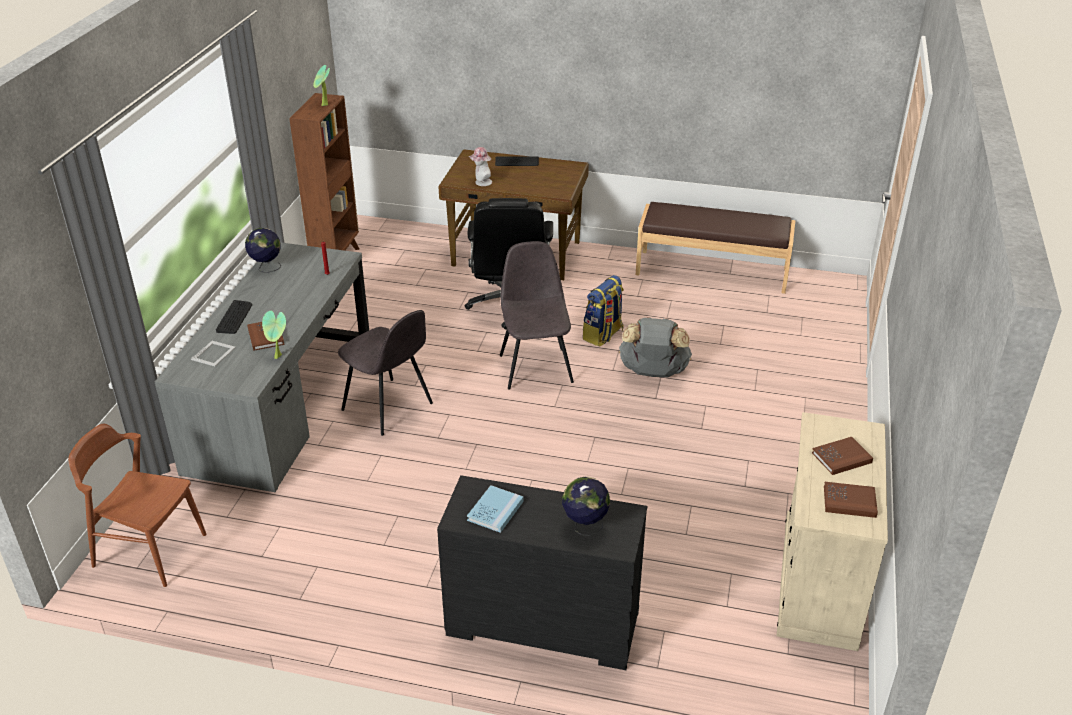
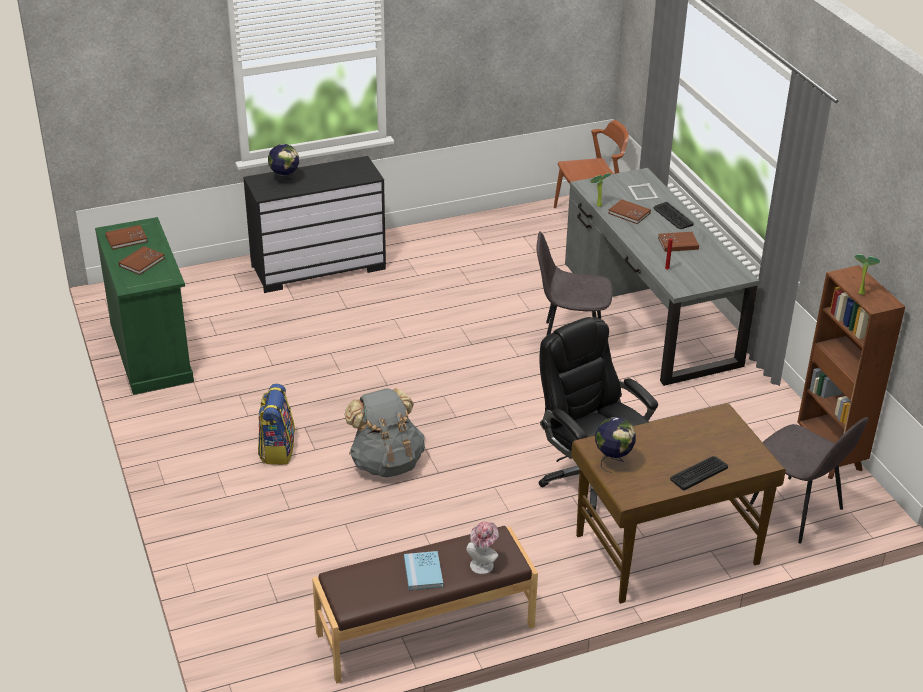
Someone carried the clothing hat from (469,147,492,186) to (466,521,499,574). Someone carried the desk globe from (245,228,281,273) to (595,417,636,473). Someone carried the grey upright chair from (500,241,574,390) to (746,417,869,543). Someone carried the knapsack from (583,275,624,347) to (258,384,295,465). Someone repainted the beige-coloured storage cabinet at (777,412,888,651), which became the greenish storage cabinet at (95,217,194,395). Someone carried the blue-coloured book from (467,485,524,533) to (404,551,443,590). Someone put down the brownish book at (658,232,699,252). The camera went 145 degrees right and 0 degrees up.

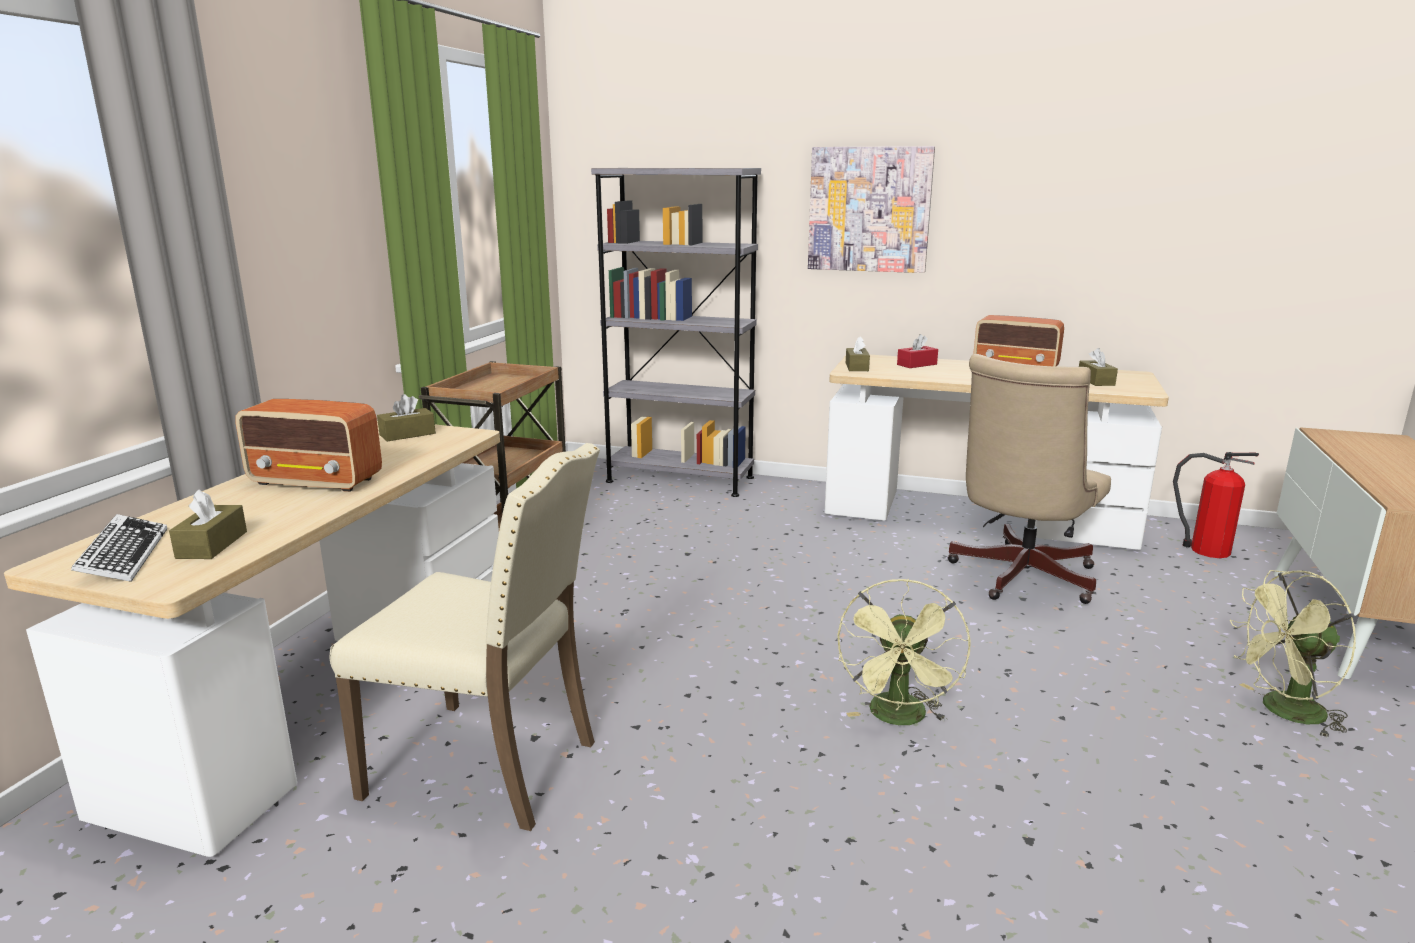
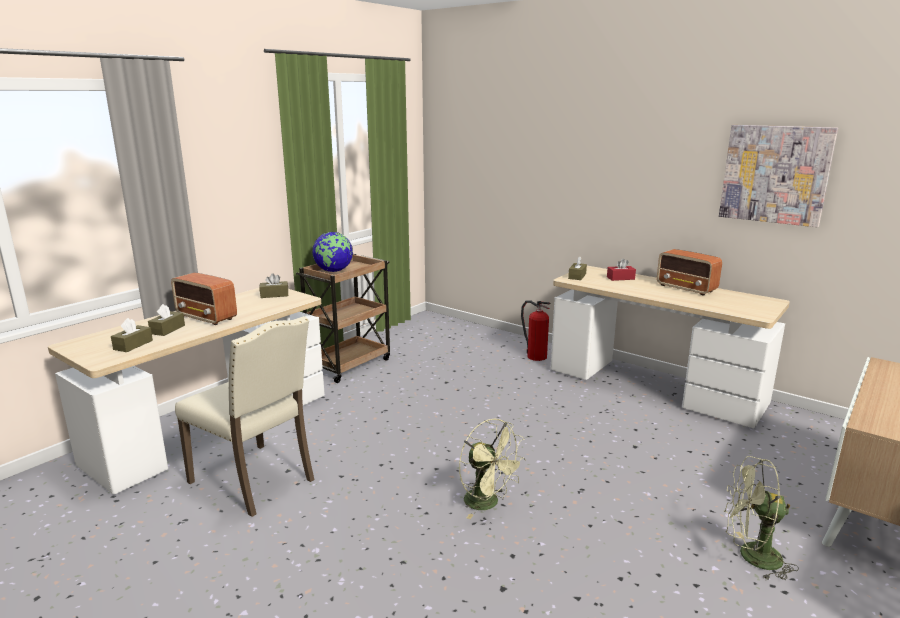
Someone carried the wall art from (808,146,935,273) to (719,125,838,227). Someone took away the grey shelving unit at (591,168,761,497). Someone carried the brownish tissue holder from (1079,348,1118,386) to (148,304,185,336). Someone took away the beige-coloured desk chair at (948,354,1111,604). Someone carried the fire extinguisher from (1173,452,1259,558) to (521,300,551,361). Someone took away the computer keyboard at (71,514,167,582). Someone rotated the greenish fan at (837,579,971,725) by 75 degrees counterclockwise. Someone put down the desk globe at (312,232,353,272). The camera went 20 degrees right and 0 degrees up.

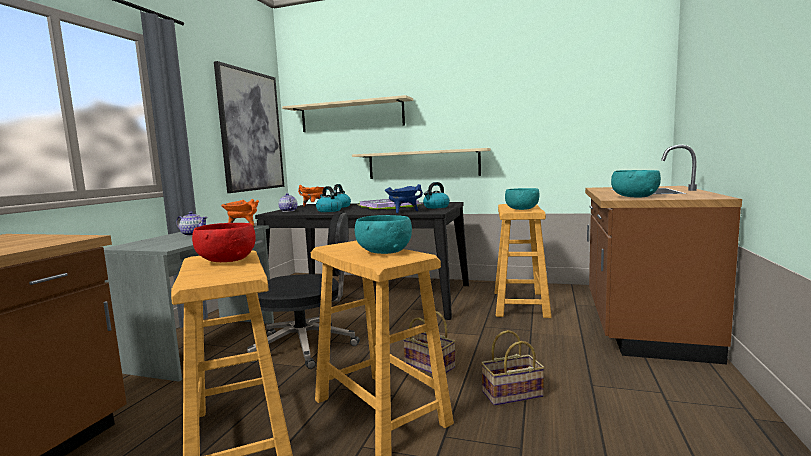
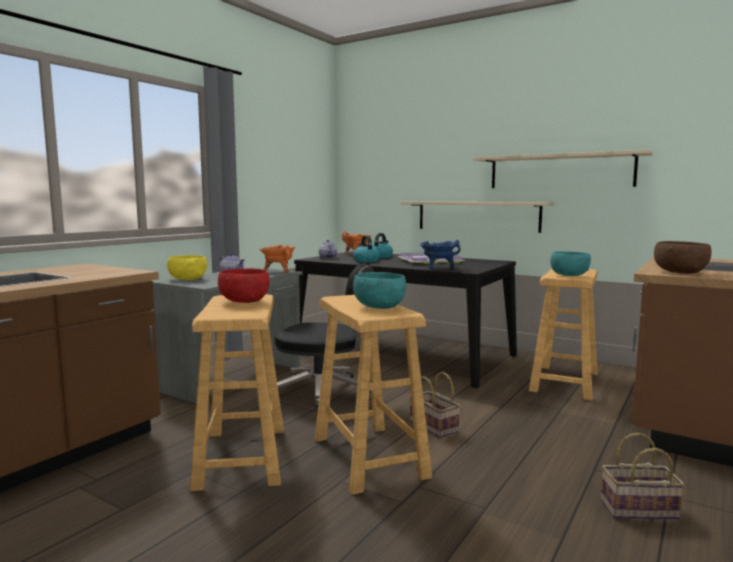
Someone took away the wall art at (214,61,284,193). Someone carried the beige-coloured wall shelf from (282,95,413,132) to (473,150,653,188). Someone repainted the turquoise-coloured bowl at (611,170,661,197), which became the brownish bowl at (654,241,711,274). Someone took away the water kettle at (423,182,450,208). Someone carried the storage basket from (481,330,545,406) to (601,433,685,520). Someone put down the yellow-coloured bowl at (167,255,207,280). The camera went 15 degrees right and 0 degrees up.

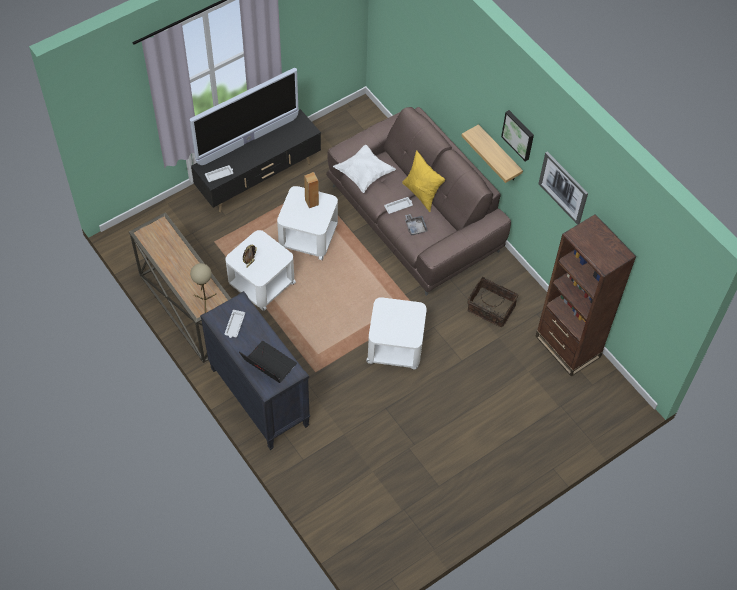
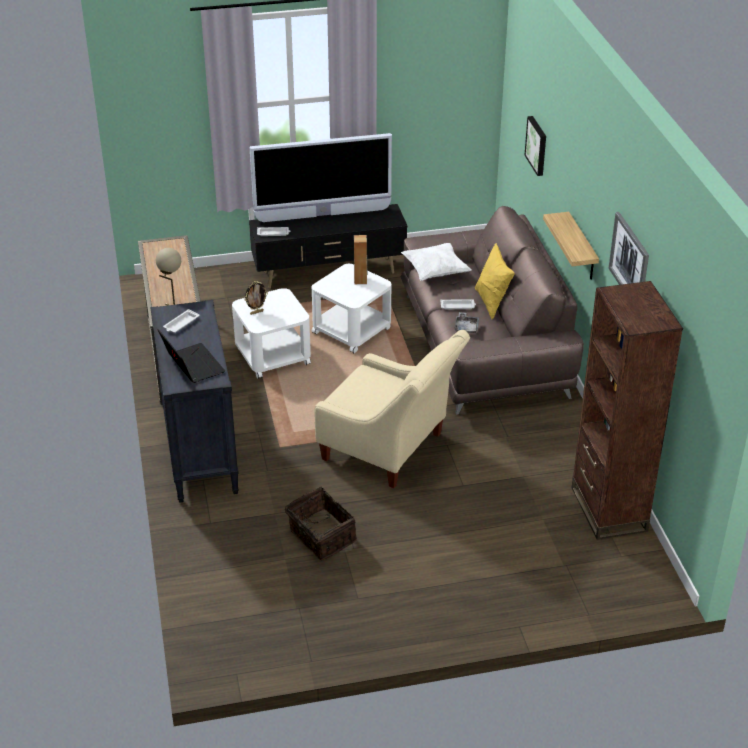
Someone carried the wall art from (501,110,534,161) to (524,116,546,176). Someone carried the storage basket from (468,276,518,327) to (285,487,357,560). Someone swapped the white-coloured accent table at (366,297,427,369) for the beige-coloured armchair at (314,330,470,488). The camera went 25 degrees right and 20 degrees down.

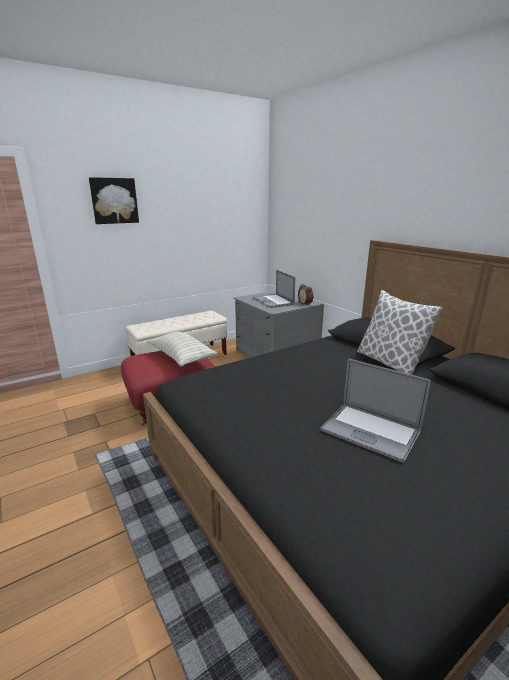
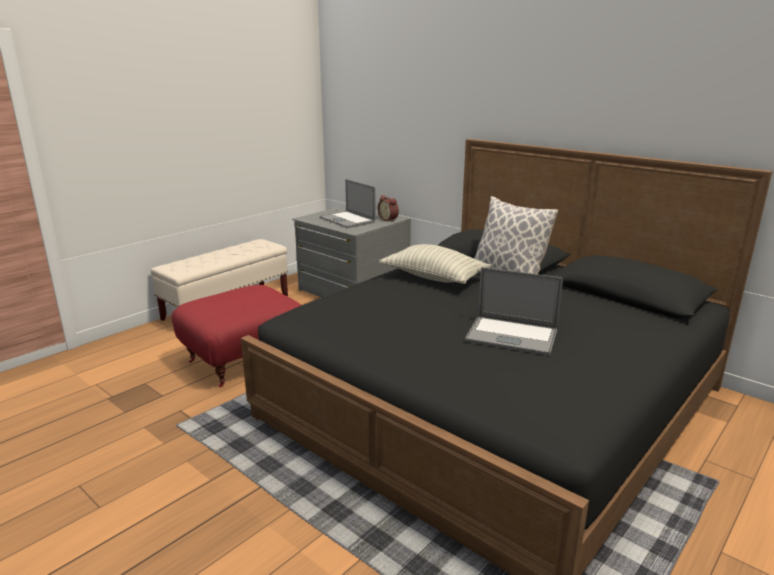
Someone took away the wall art at (89,177,139,224). Someone carried the pillow from (147,332,218,367) to (379,244,491,284). The camera went 15 degrees left and 0 degrees up.

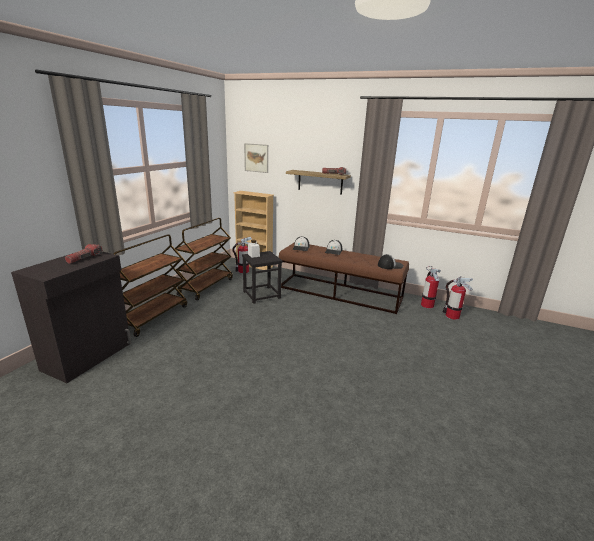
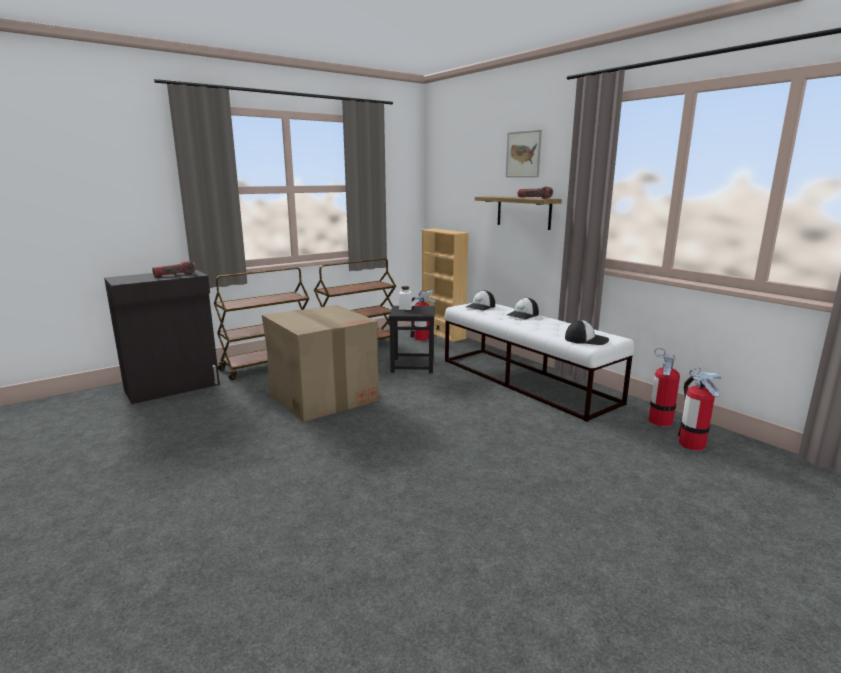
Someone carried the wall art from (244,143,268,173) to (506,130,542,177). Someone repainted the brownish long seat at (279,242,409,314), which became the white-coloured long seat at (445,303,634,422). Someone put down the packing box at (262,305,380,422). The camera went 30 degrees right and 5 degrees down.

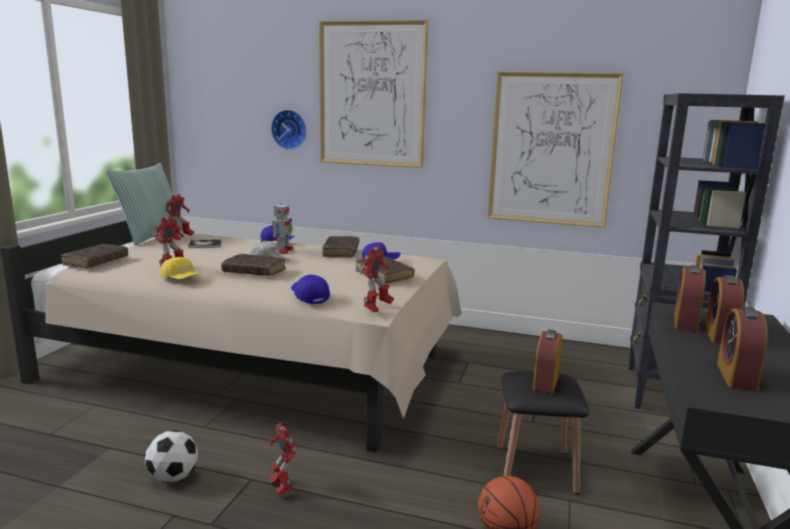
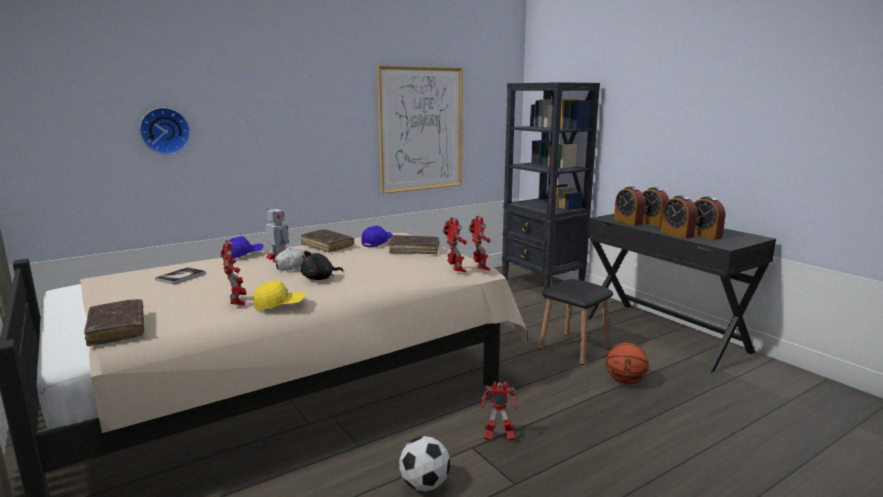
Someone took away the wall art at (319,20,428,168). Someone took away the pillow at (106,163,183,245). Someone carried the model robot from (165,194,194,240) to (443,217,467,273). Someone swapped the brownish book at (221,254,286,276) for the black-coloured plush toy at (301,251,343,280). Someone took away the blue-coloured peaked cap at (291,274,330,304). Someone carried the alarm clock from (533,329,563,394) to (660,195,697,239). The camera went 50 degrees left and 0 degrees up.

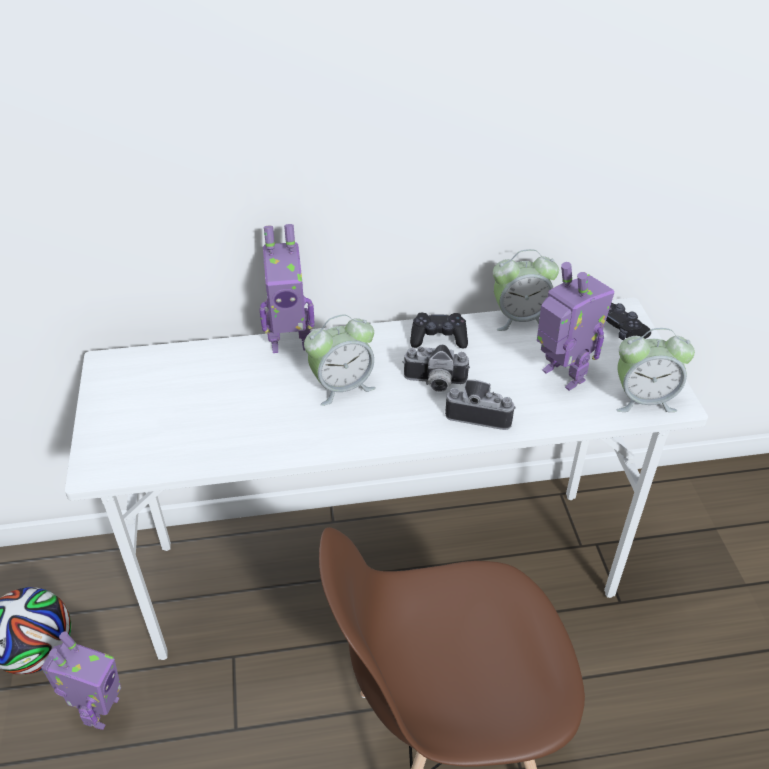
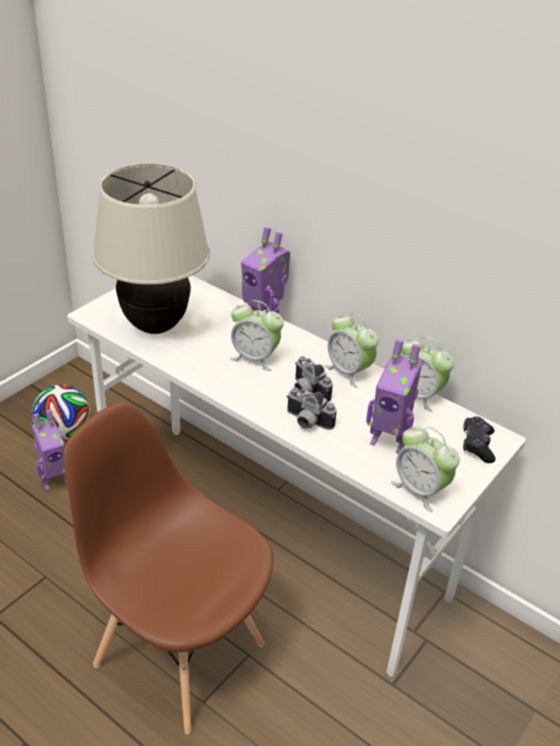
Someone rotated the model robot at (537,262,614,391) by 105 degrees clockwise. Someone swapped the black-coloured game controller at (410,313,468,348) for the alarm clock at (325,313,379,388). Someone rotated the photo camera at (445,380,516,430) by 150 degrees clockwise. Someone put down the beige-coloured tabletop lamp at (92,164,210,334). The camera went 45 degrees right and 5 degrees down.

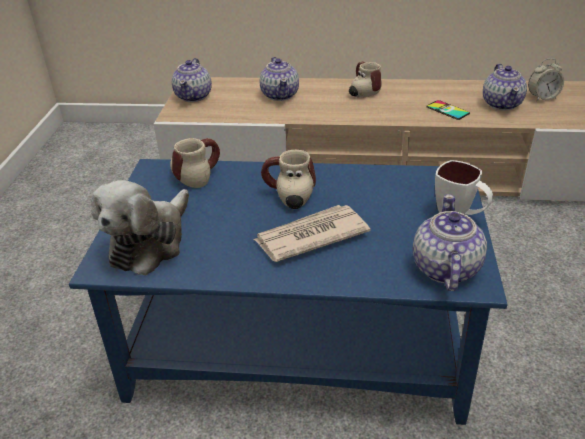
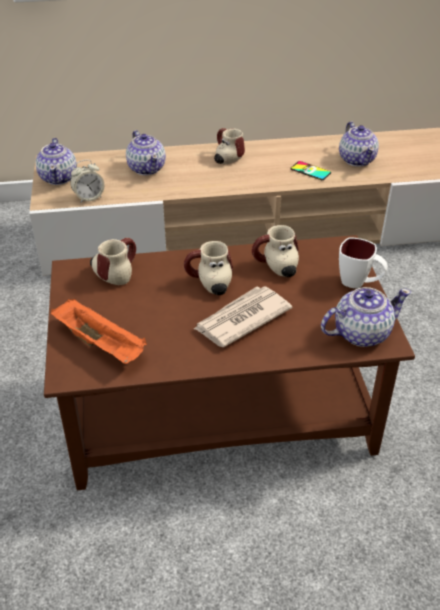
Someone carried the alarm clock from (528,58,564,102) to (70,160,104,203). Someone repainted the blue-coloured low table at (69,159,508,425), which became the brownish low table at (44,235,415,490). Someone swapped the plush toy at (91,180,189,275) for the orange serving tray at (51,298,147,364). Someone rotated the tea pot at (413,194,487,291) by 75 degrees clockwise. Someone put down the mug at (252,225,299,277). The camera went 15 degrees left and 5 degrees up.

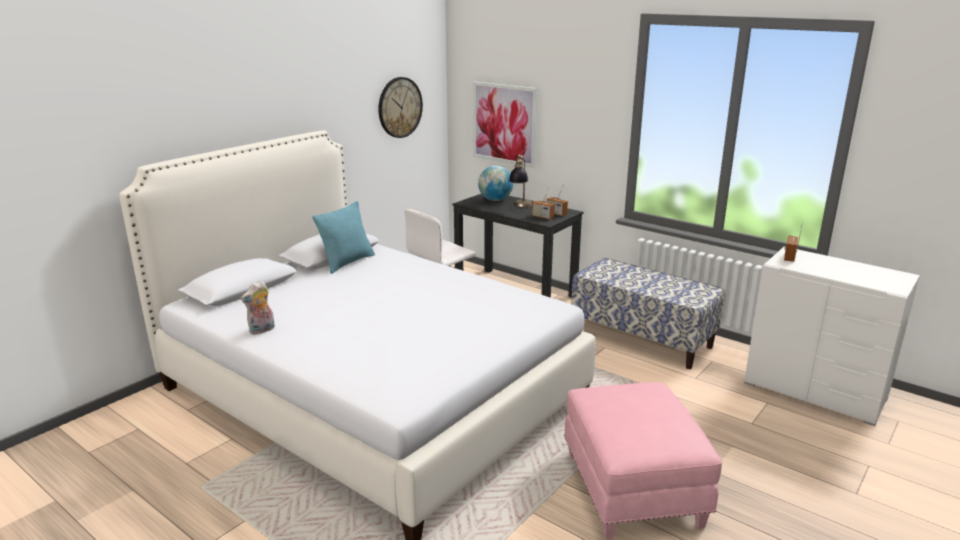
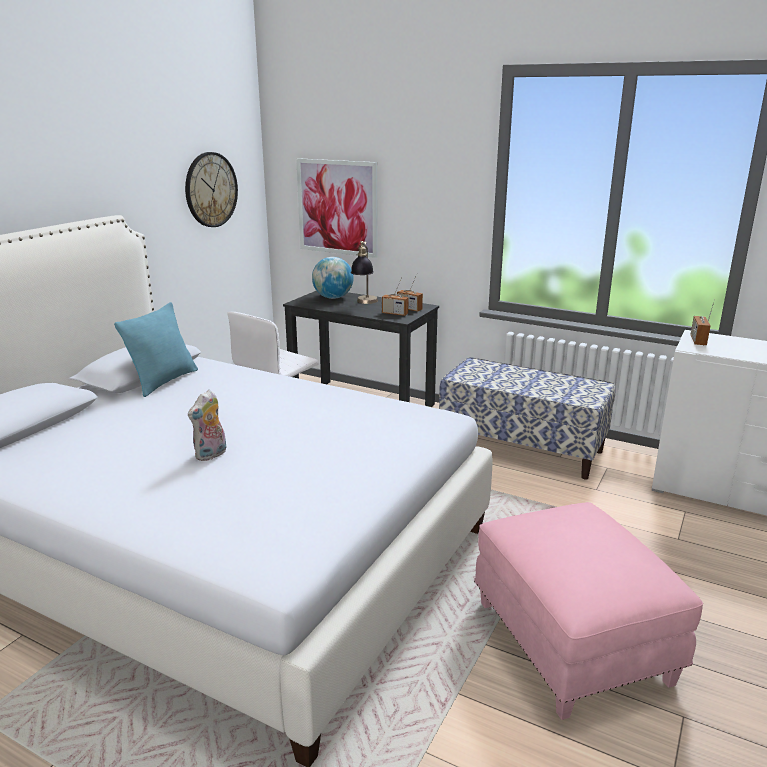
Someone carried the plush toy from (241,281,275,335) to (188,390,226,461). The camera went 10 degrees left and 0 degrees up.

